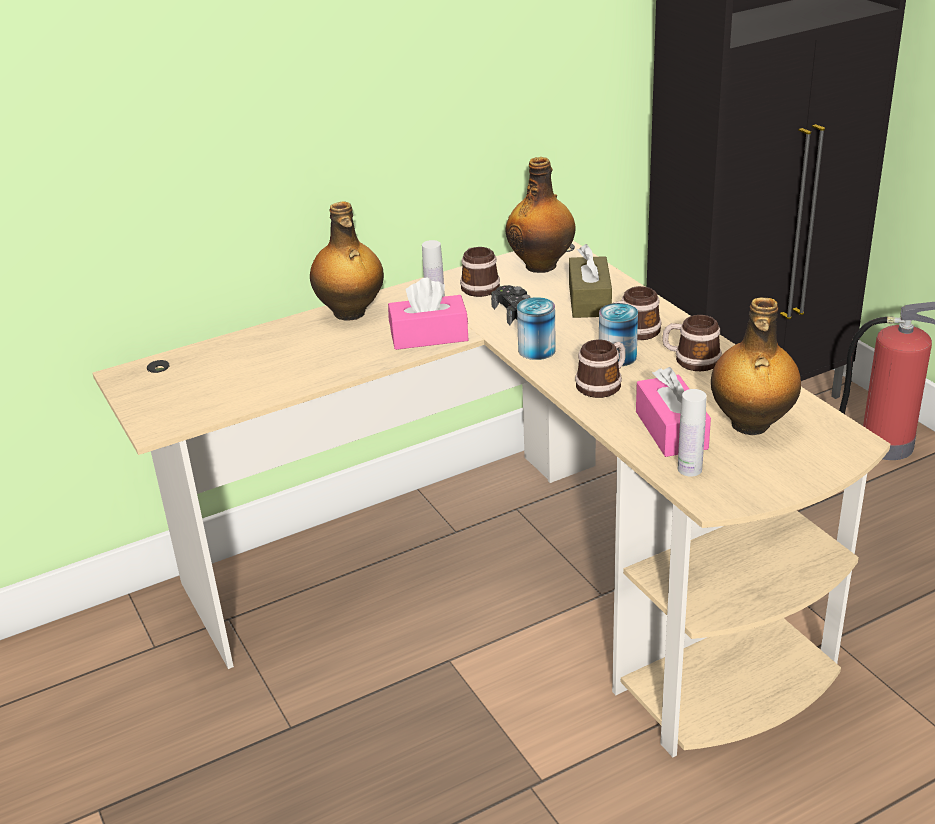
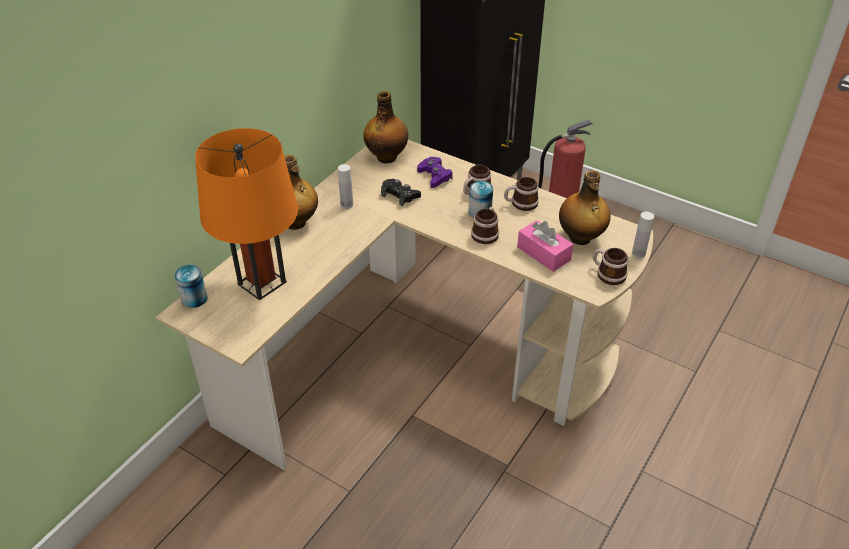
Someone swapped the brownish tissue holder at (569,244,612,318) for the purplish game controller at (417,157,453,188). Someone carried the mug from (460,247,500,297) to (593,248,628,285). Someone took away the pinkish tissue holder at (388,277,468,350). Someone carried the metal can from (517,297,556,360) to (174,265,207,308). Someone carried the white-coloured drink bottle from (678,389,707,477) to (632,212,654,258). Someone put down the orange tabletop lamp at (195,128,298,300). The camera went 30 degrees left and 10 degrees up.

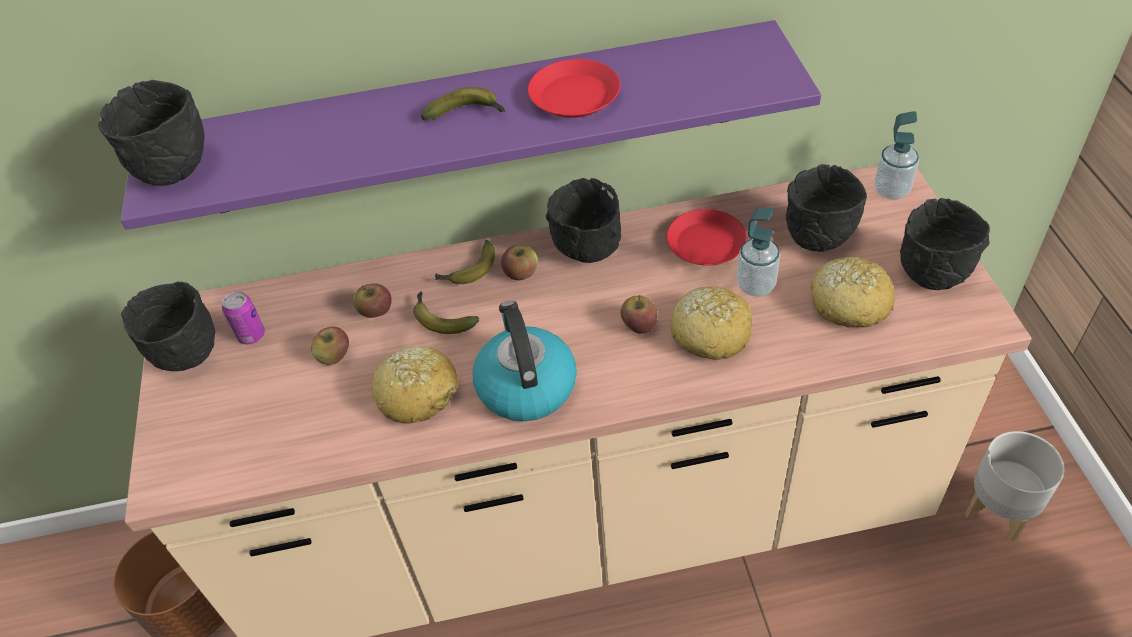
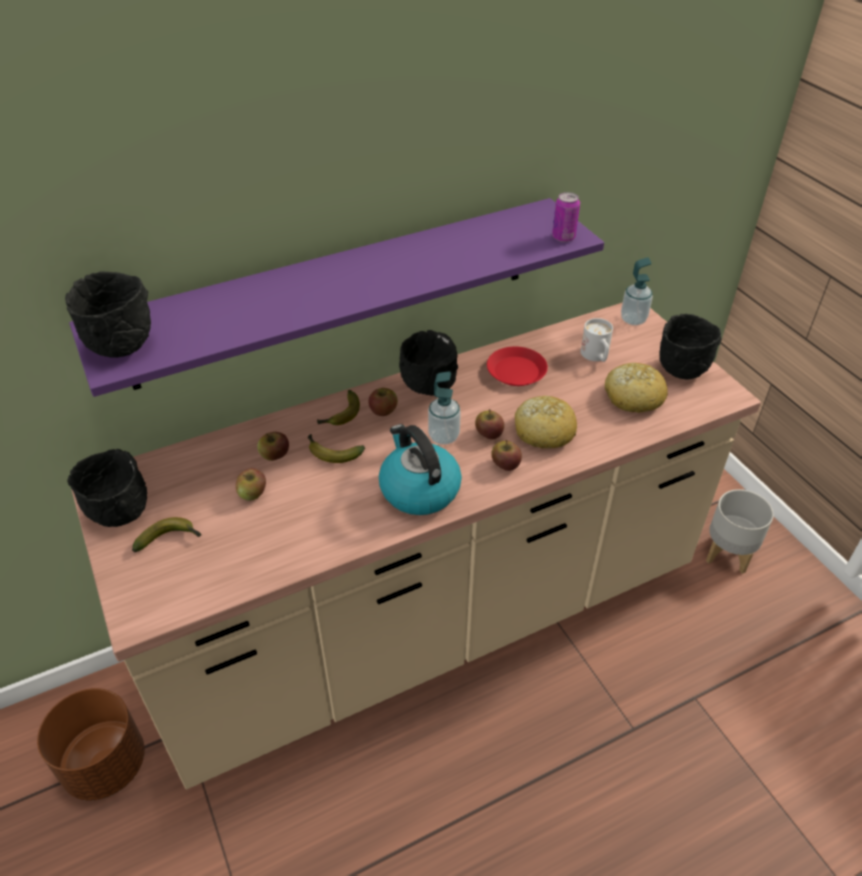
Someone took away the red plate at (528,59,620,118). Someone carried the banana from (421,87,505,120) to (132,517,202,552). Someone swapped the black-coloured bowl at (786,164,867,252) for the white-coloured mug at (581,318,613,362). Someone carried the liquid soap bottle from (737,208,780,297) to (428,371,461,445). Someone carried the metal can from (222,291,265,344) to (552,192,580,242). Someone took away the bread at (371,346,458,424). Someone put down the apple fruit at (491,440,522,471). The camera went 20 degrees left and 5 degrees down.

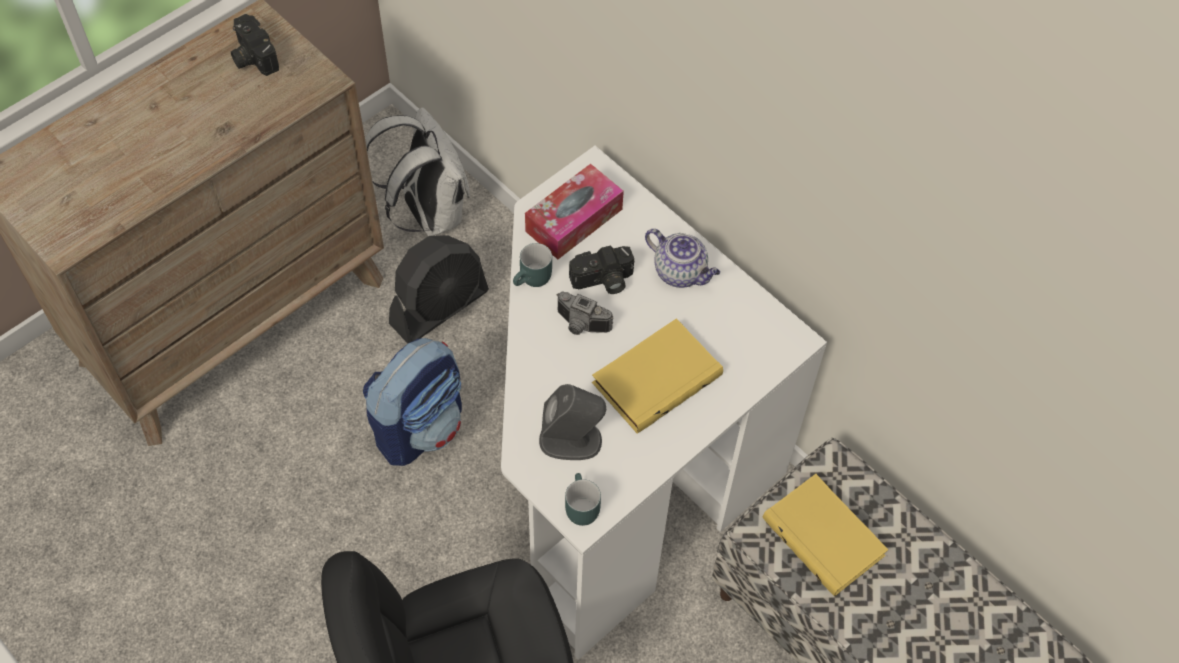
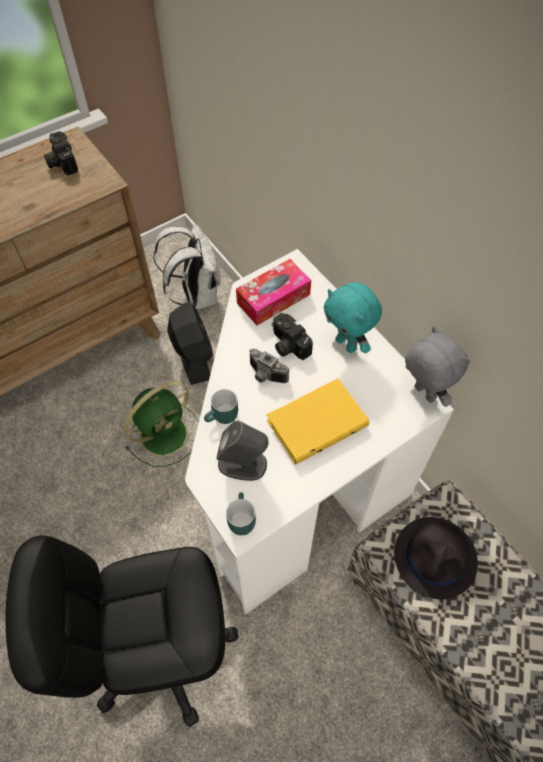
Someone swapped the tea pot at (645,229,720,288) for the turquoise-coloured plush toy at (323,282,382,353). Someone rotated the black-coloured fan at (389,235,489,343) by 75 degrees counterclockwise. Someone carried the turquoise-coloured mug from (513,243,552,287) to (204,389,238,424). Someone rotated the photo camera at (569,246,634,294) by 60 degrees clockwise. Someone swapped the knapsack at (363,338,462,466) for the greenish fan at (124,382,199,467). Someone swapped the yellow-coloured book at (763,474,888,596) for the black-coloured clothing hat at (394,517,478,599). Someone put down the grey plush toy at (405,326,470,407). The camera went 10 degrees right and 0 degrees up.

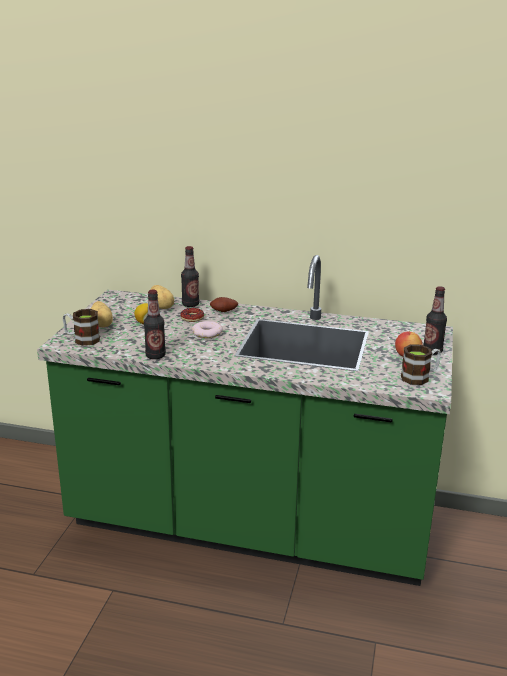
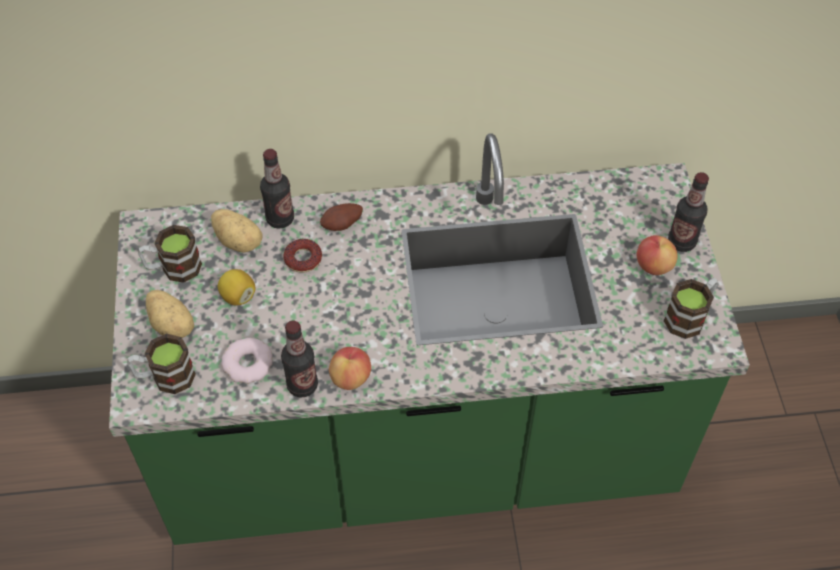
Someone carried the doughnut from (192,321,223,338) to (221,338,273,384). Someone put down the mug at (138,225,202,283). Someone put down the apple fruit at (329,347,371,390). The camera went 20 degrees left and 30 degrees up.

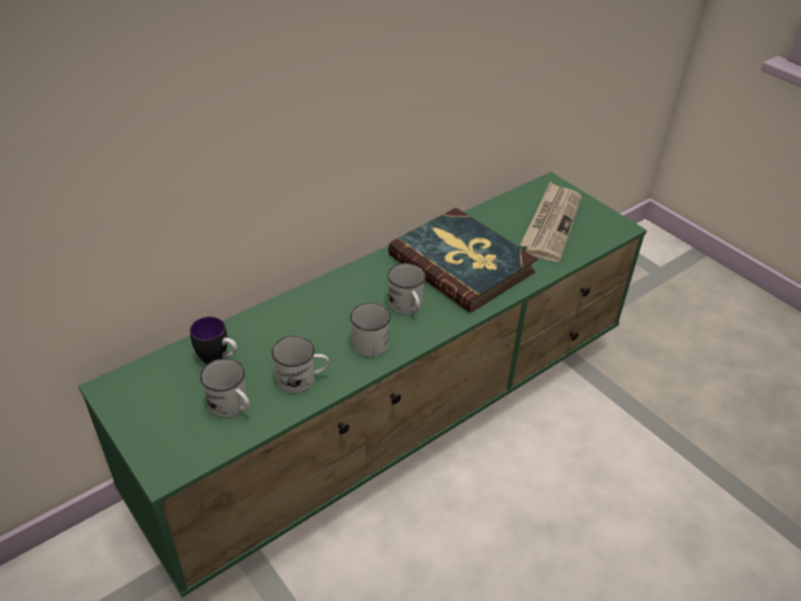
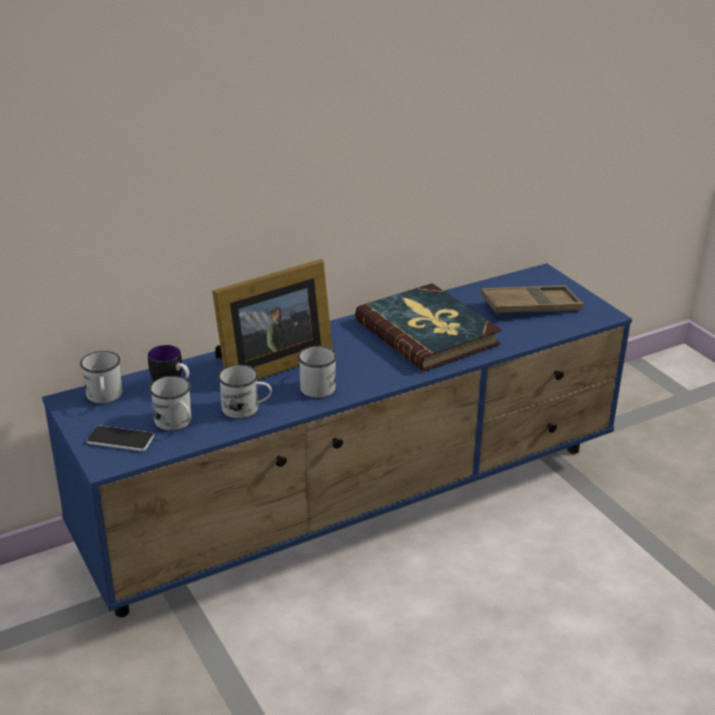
Someone repainted the greenish tv unit at (78,172,647,597), which became the blue-coloured tv unit at (42,263,632,617). Someone swapped the newspaper at (520,182,582,262) for the brownish serving tray at (481,286,584,315). Someone carried the white-coloured mug from (388,263,426,315) to (80,351,122,403). Someone put down the standing frame at (212,259,333,380). Someone put down the telephone at (86,425,154,451). The camera went 10 degrees right and 10 degrees down.

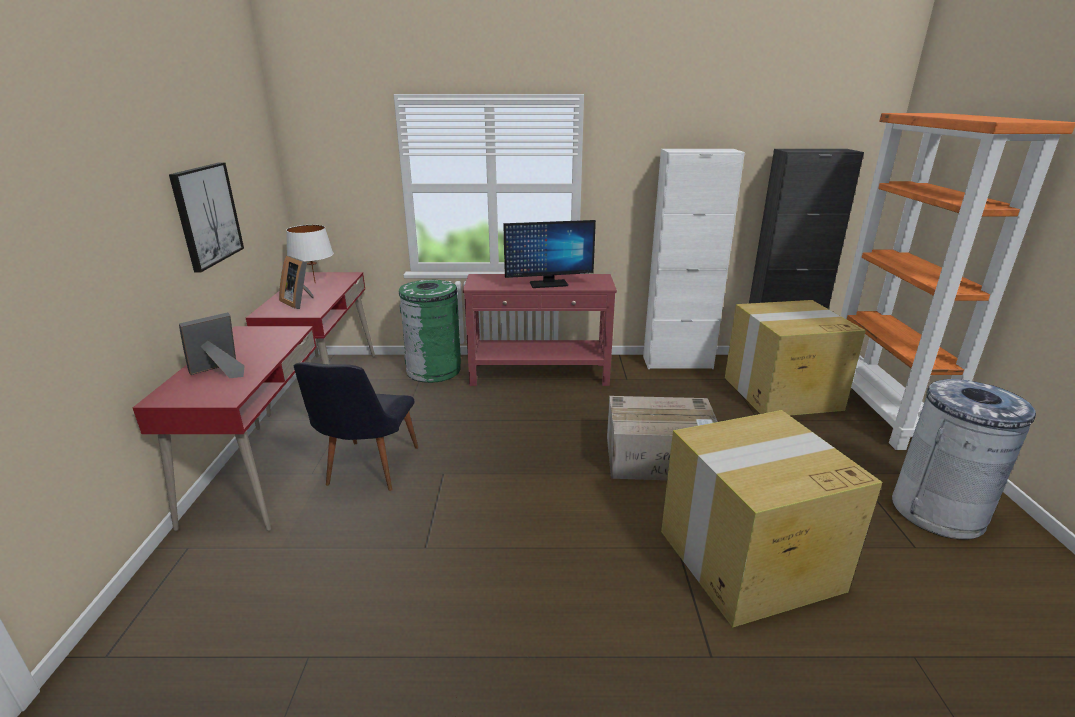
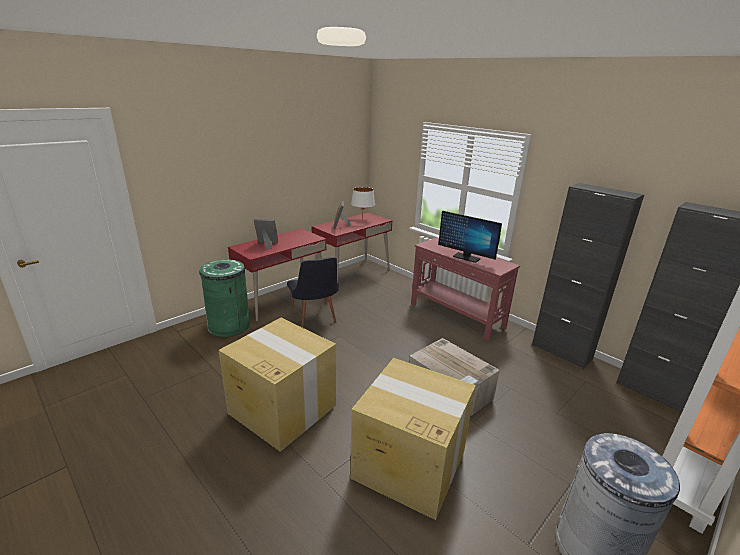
Someone repainted the white-coloured storage cabinet at (643,149,745,369), which became the black-coloured storage cabinet at (532,183,644,369). Someone took away the wall art at (169,162,244,272). Someone carried the greenish waste bin from (399,280,461,383) to (199,259,250,337). Someone carried the packing box from (725,300,866,416) to (219,318,336,452). Someone rotated the black-coloured upright chair at (294,362,418,491) by 75 degrees counterclockwise. The camera went 45 degrees right and 0 degrees up.

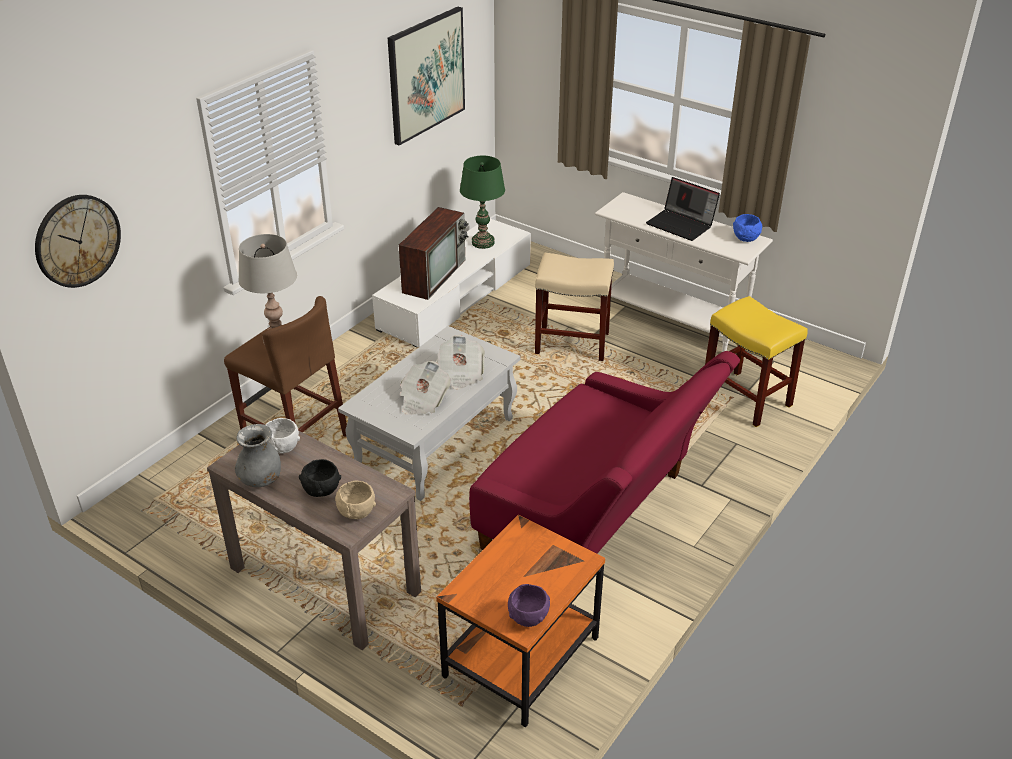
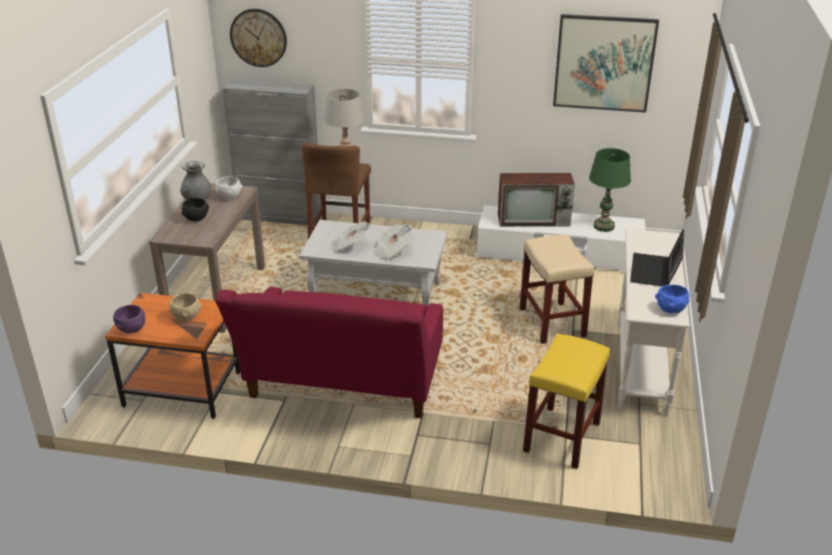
Someone carried the beige-coloured bowl from (335,481,376,519) to (169,293,202,321). Someone put down the grey storage cabinet at (222,79,322,225). The camera went 65 degrees right and 5 degrees down.

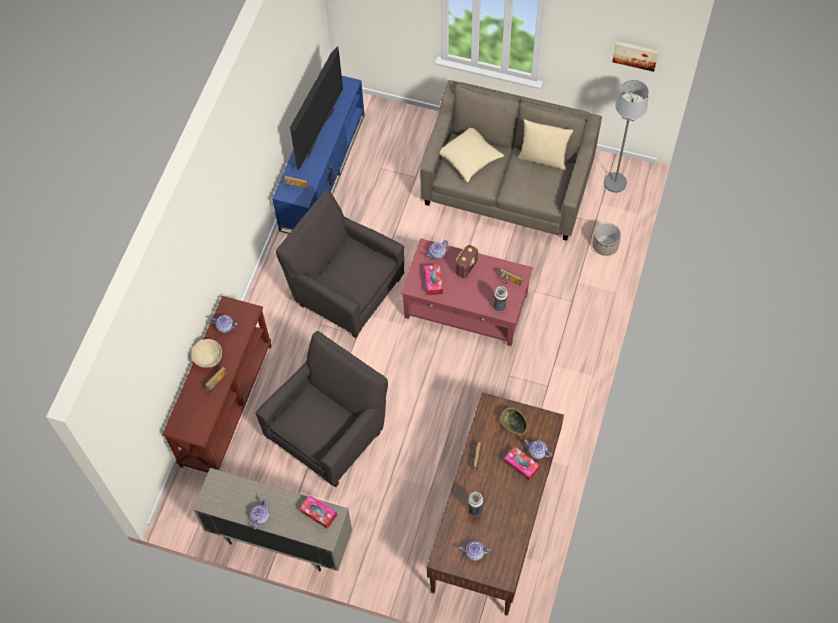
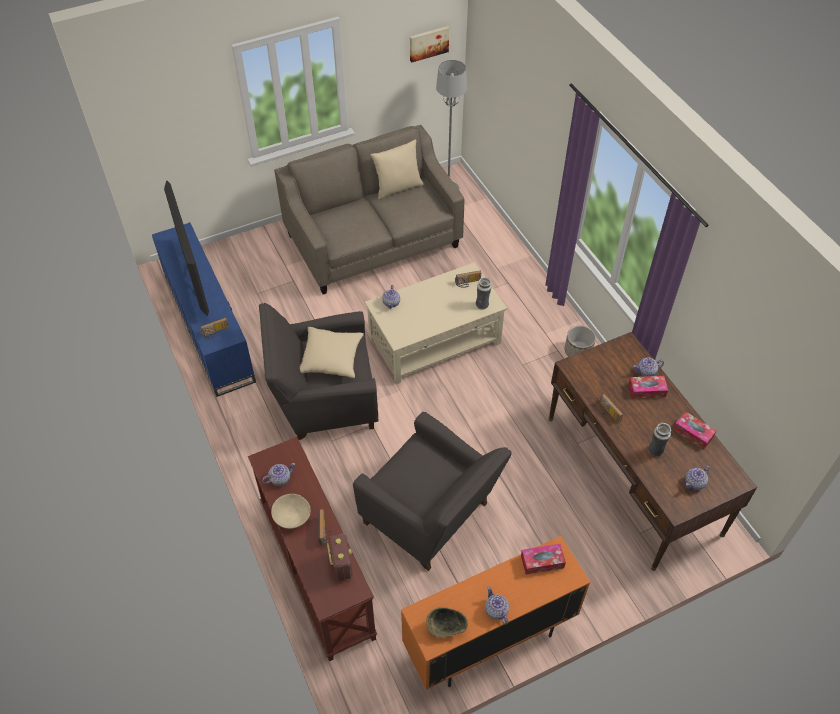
Someone carried the beige-coloured pillow from (440,128,504,182) to (300,327,364,378). Someone carried the plant pot from (593,223,621,256) to (565,326,596,357). Someone repainted the red low table at (401,238,533,346), which became the beige-coloured low table at (365,262,507,384). Someone carried the radio from (456,245,478,278) to (327,534,353,581). Someone carried the tissue holder from (424,264,443,295) to (673,411,716,449). Someone rotated the grey armchair at (255,331,388,487) by 135 degrees clockwise. Someone carried the bowl from (500,408,528,435) to (426,607,468,637). Someone repainted the beige-coloured storage cabinet at (193,468,353,572), which became the orange storage cabinet at (401,536,590,690). The camera went 45 degrees left and 10 degrees down.

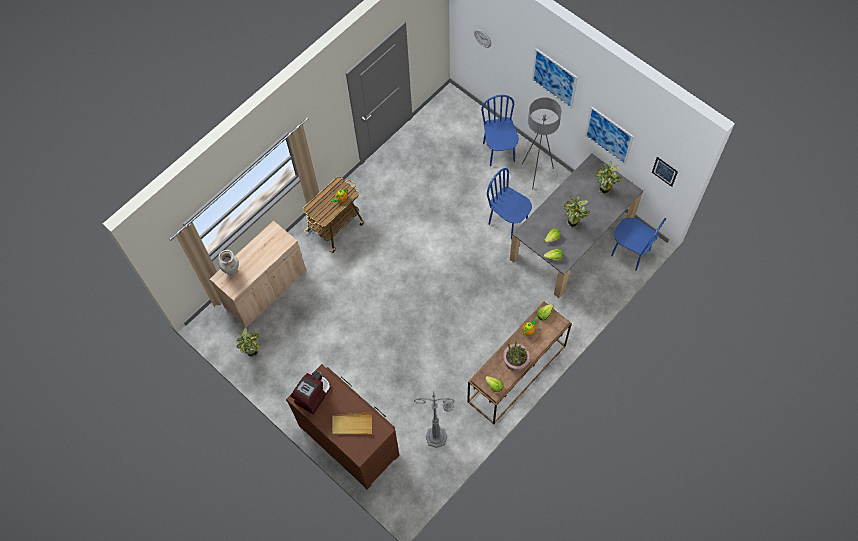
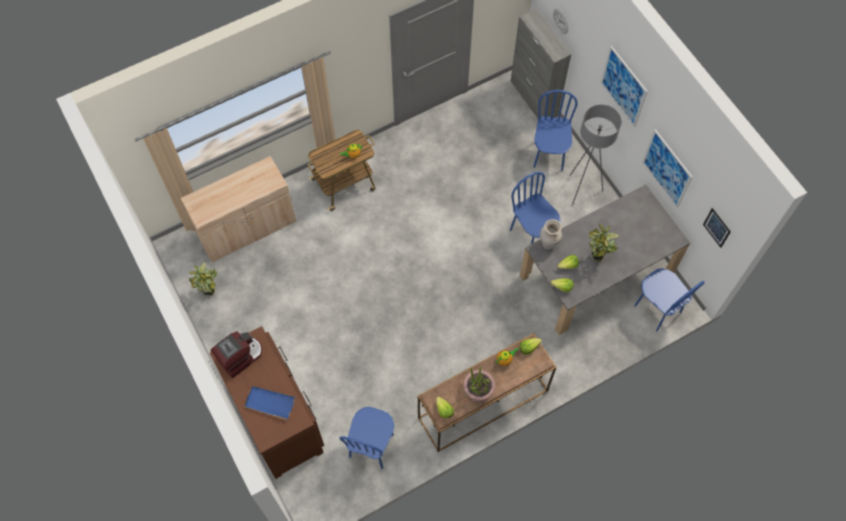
Someone took away the houseplant at (595,161,622,195). Someone carried the beige-coloured decorative vase from (218,250,239,276) to (540,219,562,249). Someone swapped the grey floor lamp at (414,393,455,448) for the blue-coloured upright chair at (340,407,394,469). Someone repainted the beige-coloured serving tray at (332,412,372,435), which became the blue-coloured serving tray at (244,386,295,420). Someone put down the grey storage cabinet at (511,9,571,119). The camera went 15 degrees right and 0 degrees up.

